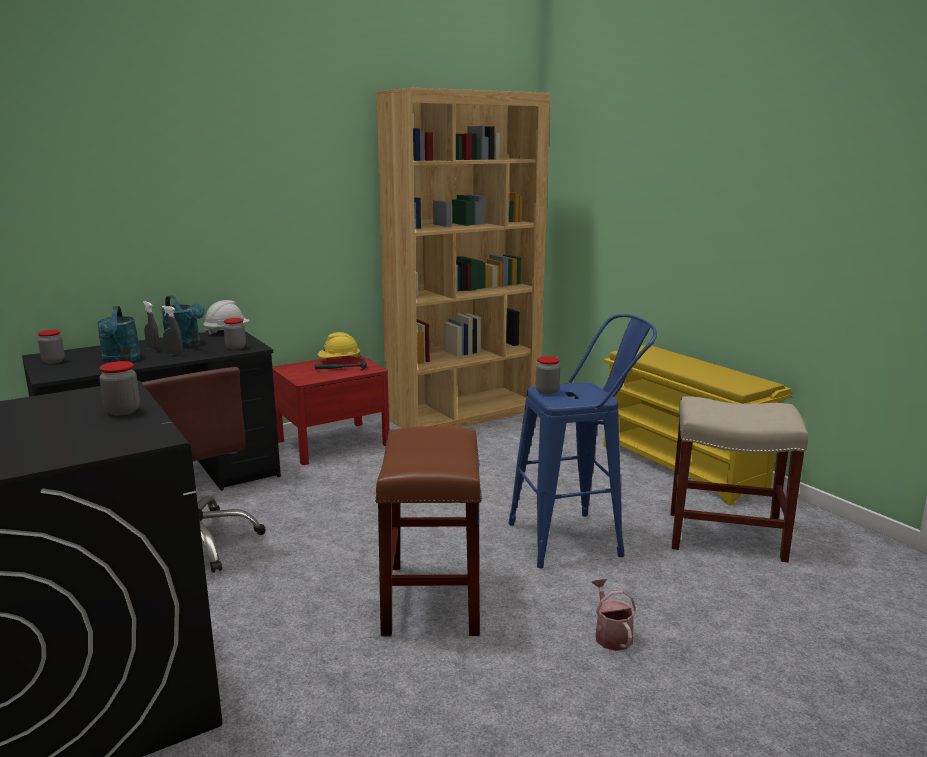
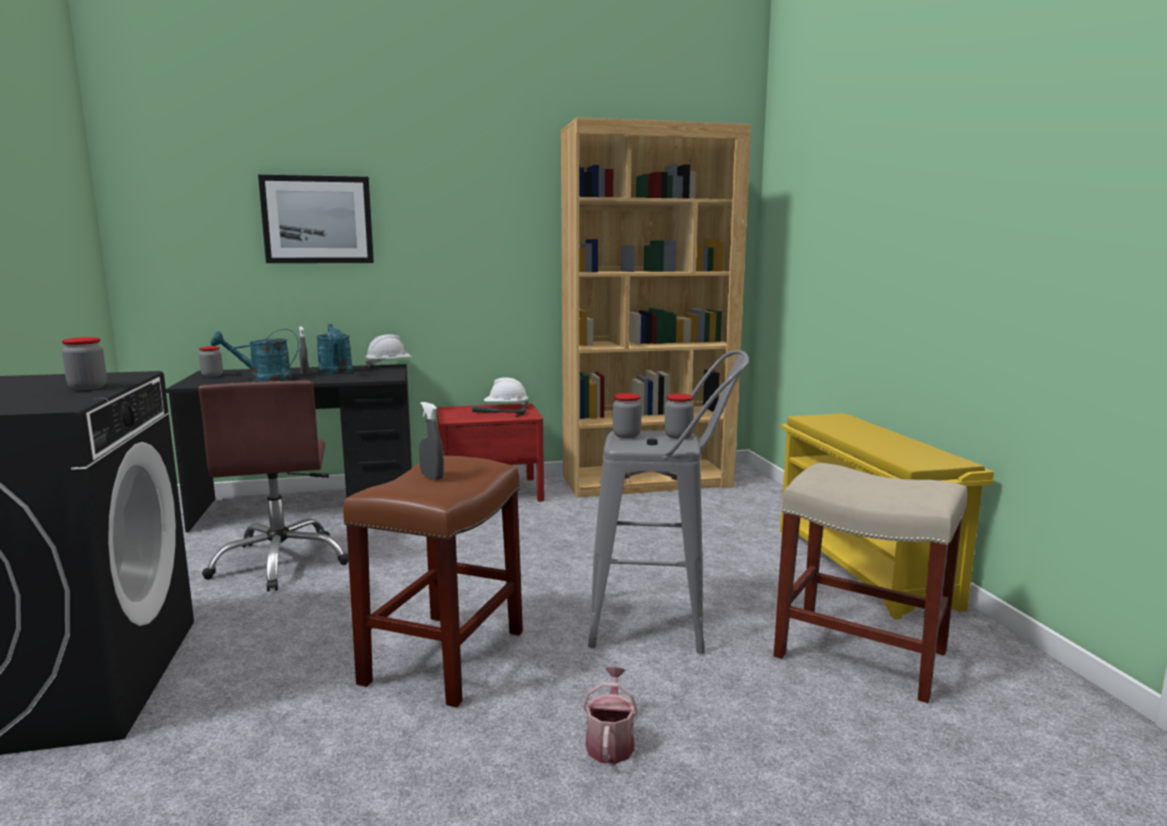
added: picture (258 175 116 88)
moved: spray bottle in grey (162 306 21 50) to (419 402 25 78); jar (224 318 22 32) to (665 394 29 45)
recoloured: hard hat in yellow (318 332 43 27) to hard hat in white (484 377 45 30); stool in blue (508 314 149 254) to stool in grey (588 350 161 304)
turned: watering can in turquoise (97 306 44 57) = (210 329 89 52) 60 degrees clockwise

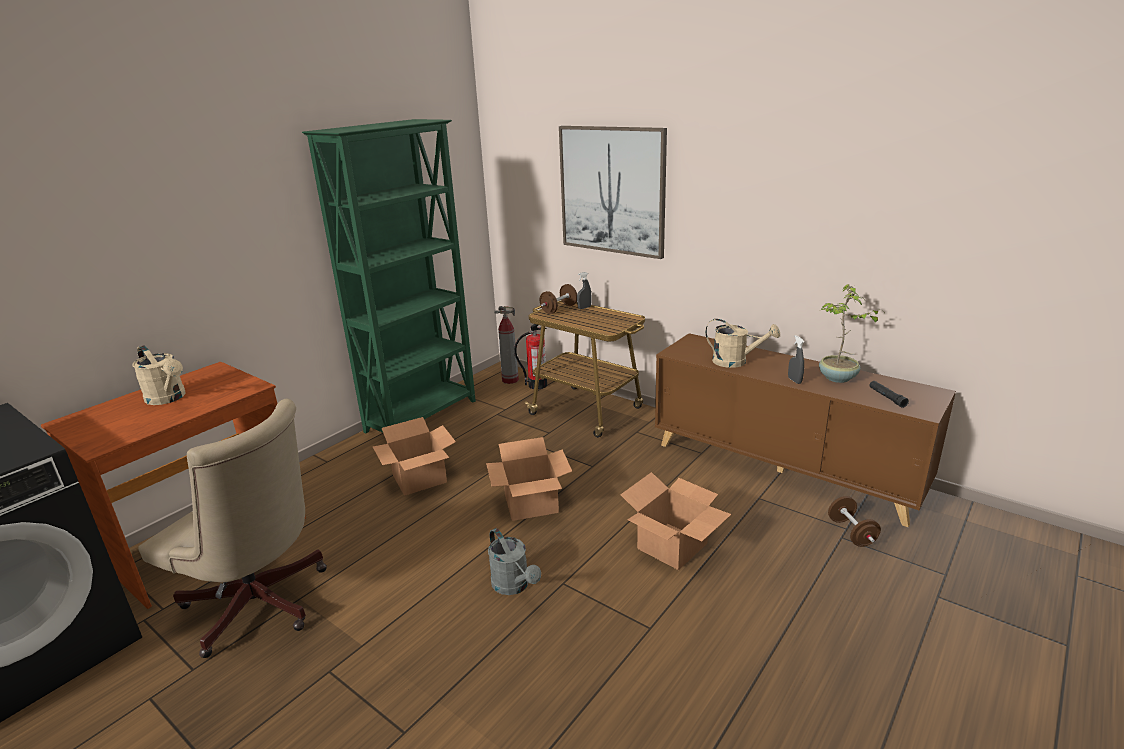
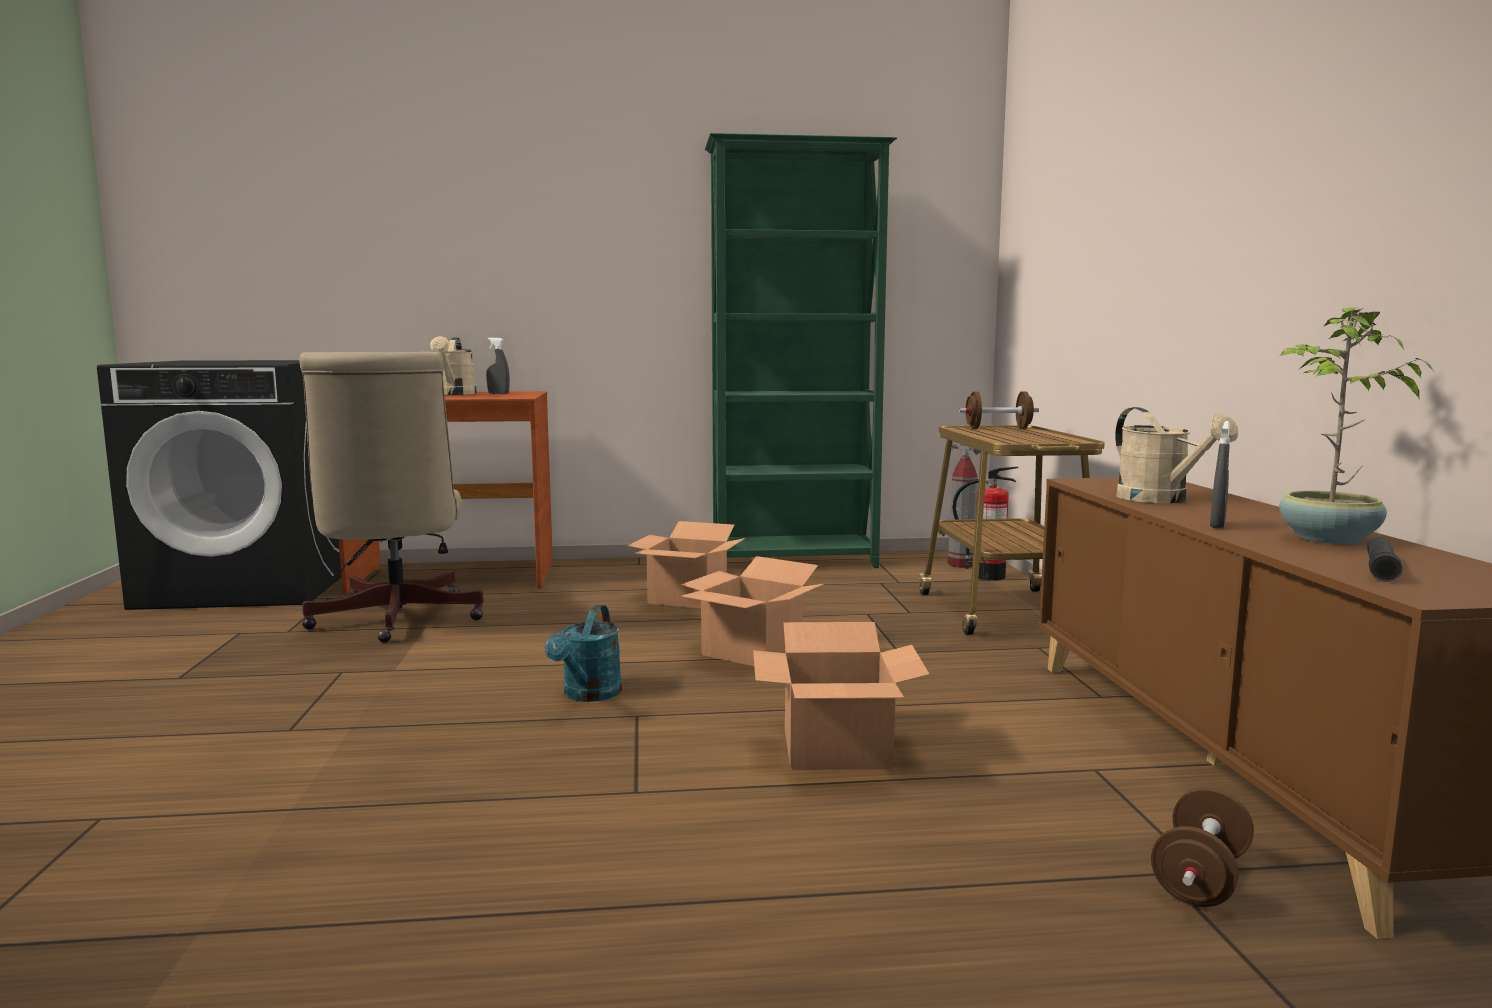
removed: picture (559 126 108 133)
moved: spray bottle in grey (577 272 15 37) to (486 337 24 57)
recoloured: watering can in grey (488 528 53 67) to watering can in turquoise (545 605 77 97)

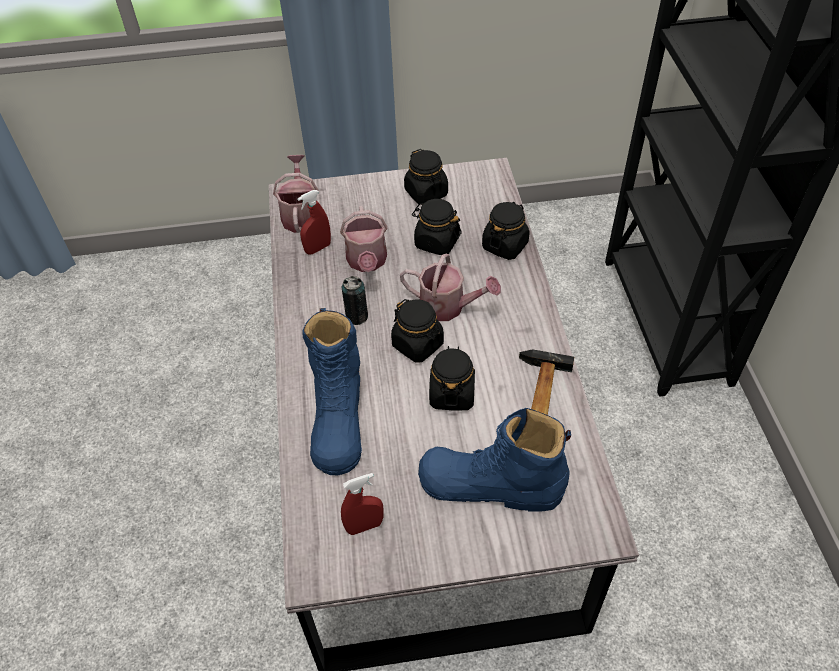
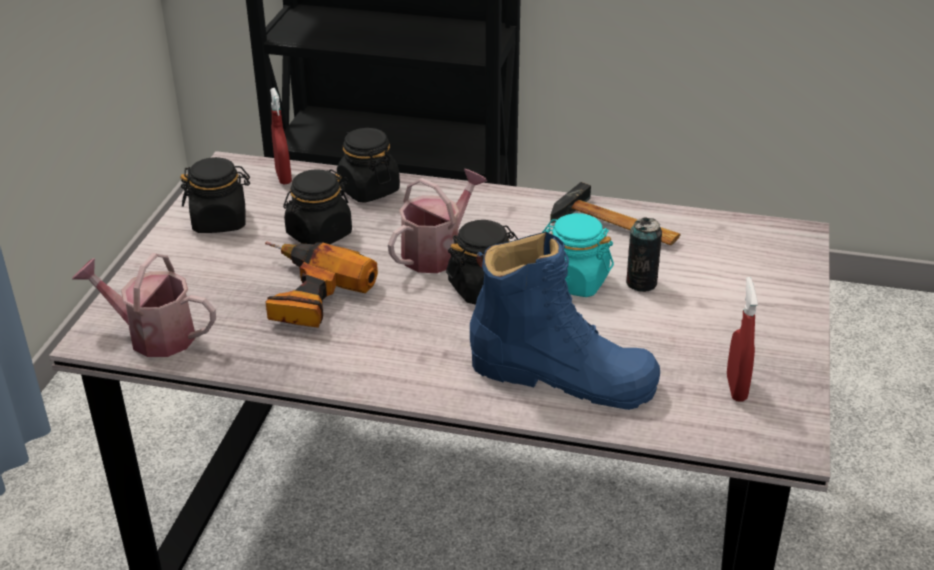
removed: boot in blue (418 408 153 104)
moved: spray bottle in red (297 190 34 65) to (270 88 22 97); can (342 276 26 49) to (626 218 36 74)
replaced: watering can (340 206 47 66) to power drill (265 241 113 87)
recoloured: jar in black (429 346 46 64) to jar in turquoise (542 213 72 84)

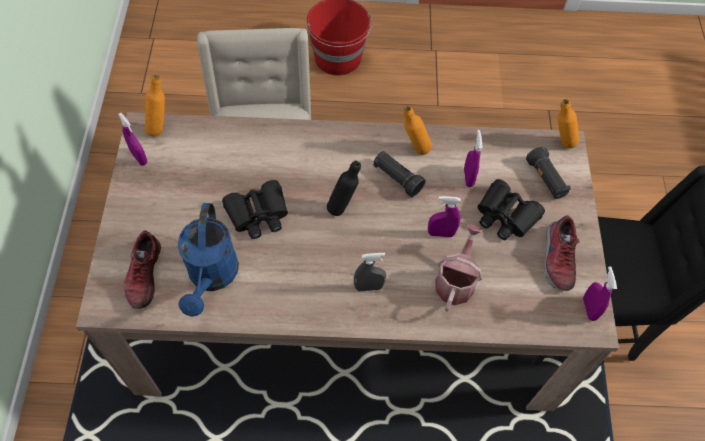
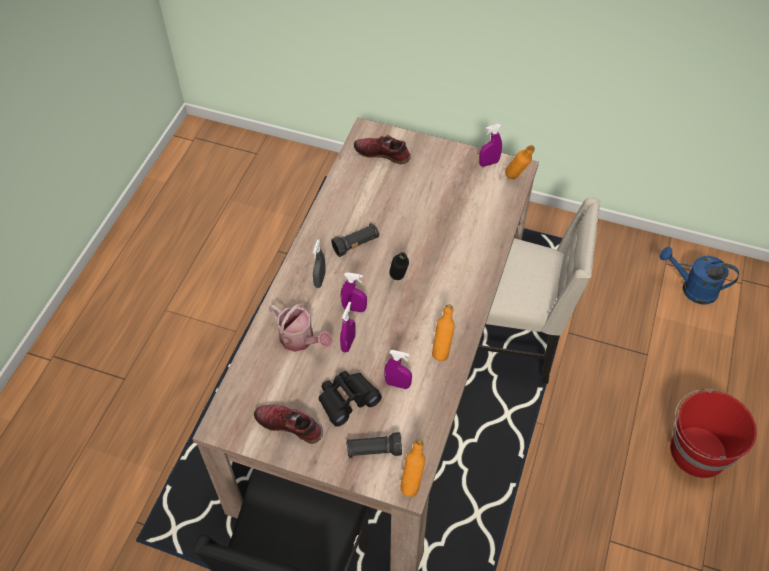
removed: binoculars in black (222 180 66 59)
moved: watering can in blue (178 203 61 114) to (659 247 80 58); flashlight in black (373 151 53 46) to (331 223 49 34); spray bottle in purple (583 266 34 55) to (341 272 26 40)

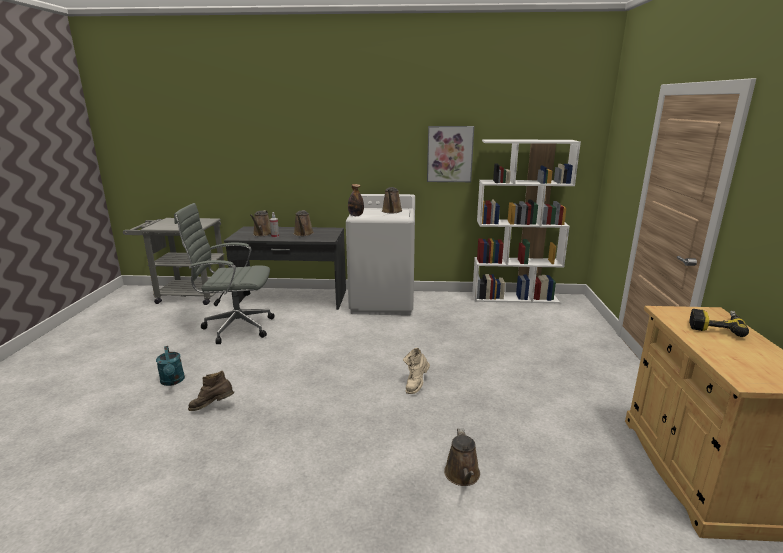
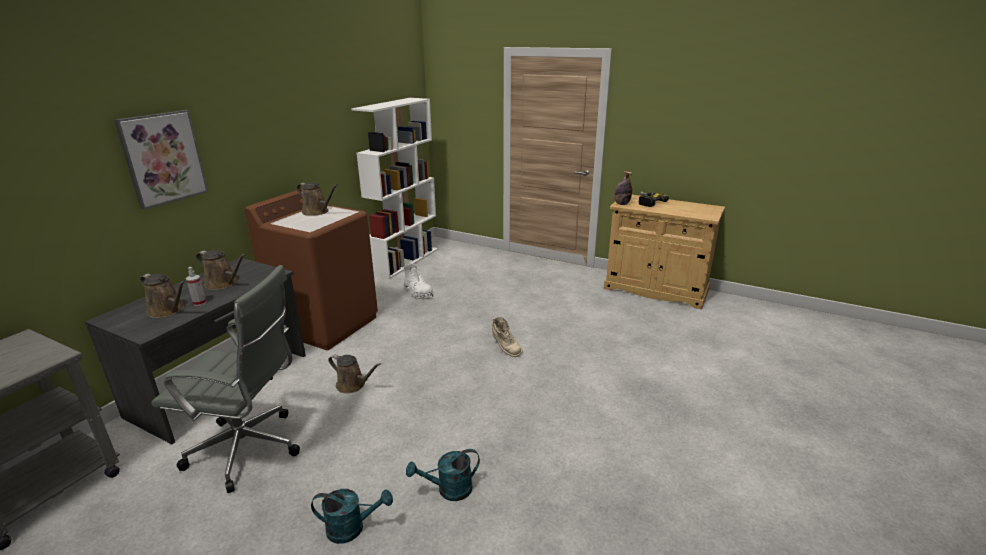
added: boot in white (404 264 29 35)
moved: bottle (348 184 16 32) to (614 171 18 34); picture (427 126 47 56) to (114 110 94 100); watering can in brown (444 428 36 58) to (329 354 52 40)
replaced: boot in brown (188 371 46 40) to watering can in turquoise (406 449 74 52)
recoloured: washing machine in white (346 194 69 122) to washing machine in brown (245 188 133 162)
turned: office chair in grey (174 203 101 141) = (152 265 148 228) 105 degrees counterclockwise

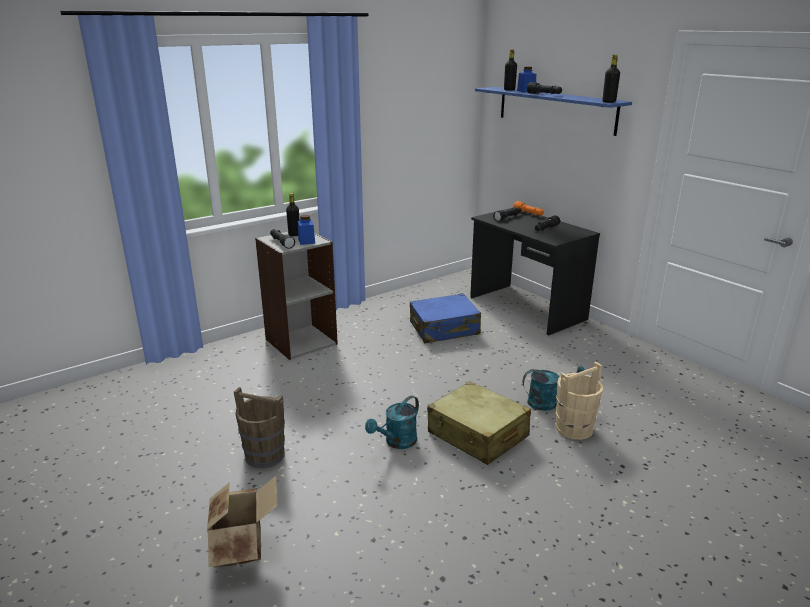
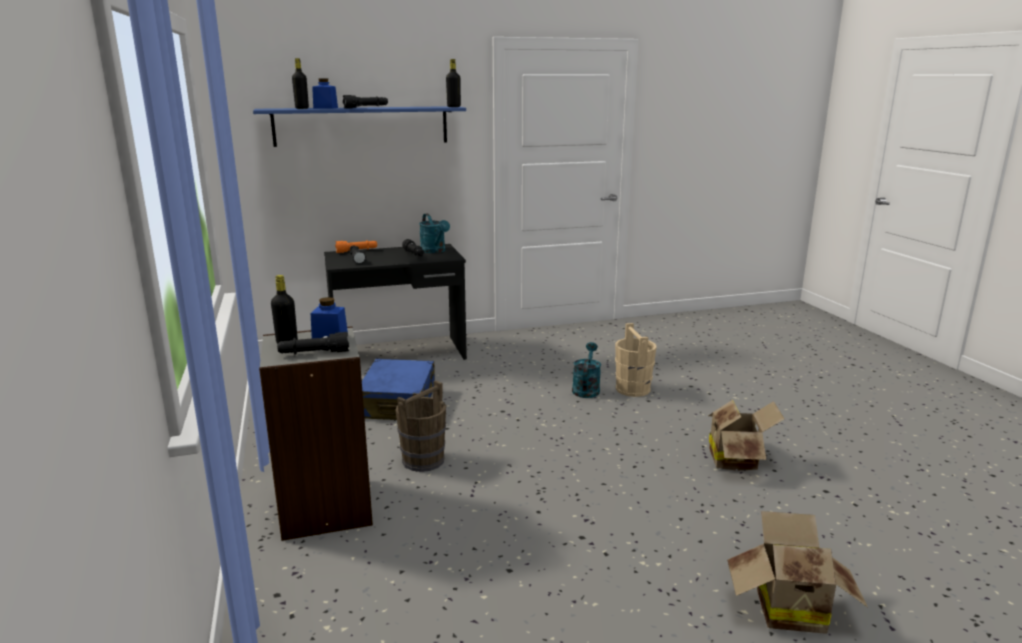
removed: suitcase in beige (427 381 104 84)
added: cardboard box (708 400 76 71)
moved: bucket in brown (234 387 51 81) to (395 380 51 92); watering can in turquoise (365 396 54 53) to (419 213 31 40)

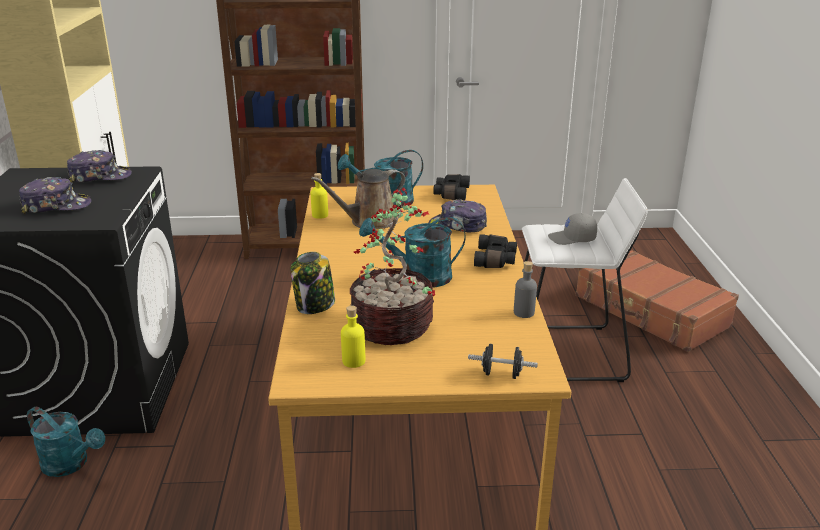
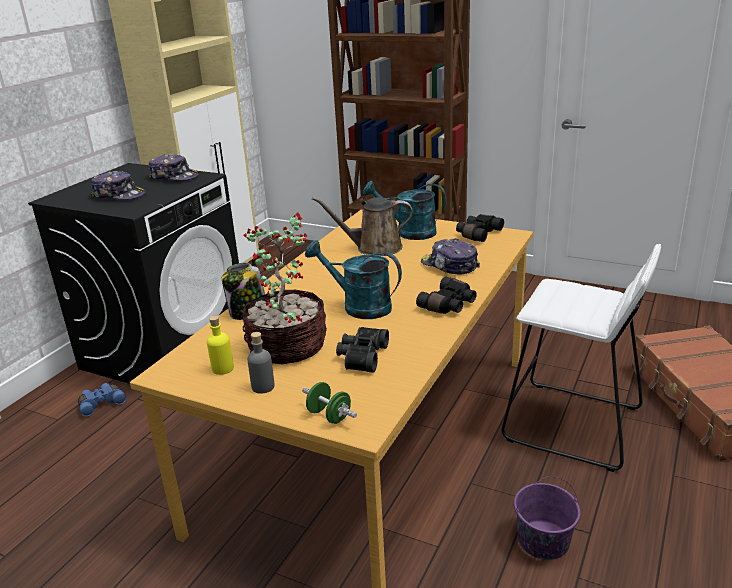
removed: bottle in yellow (310 173 18 46); cap in grey (548 213 49 32)
added: binoculars in black (336 327 53 46); bucket in purple (514 476 66 84)
moved: bottle in grey (514 261 23 57) to (247 332 28 62)
replaced: watering can in turquoise (27 407 78 70) to binoculars in blue (78 383 48 33)
recoloured: dumbbell in black (468 344 70 35) to dumbbell in green (302 382 55 42)

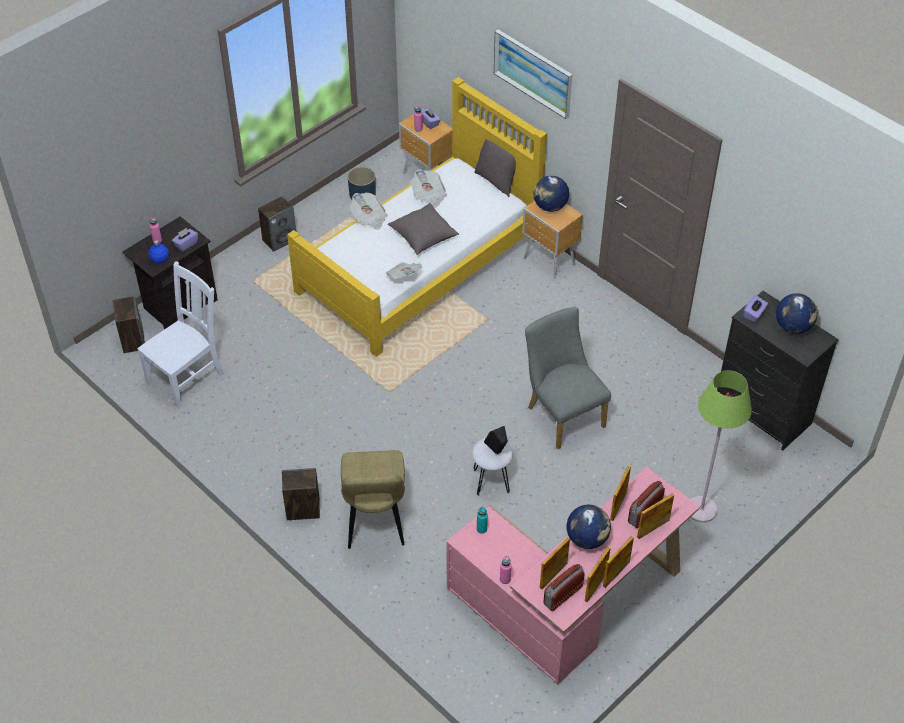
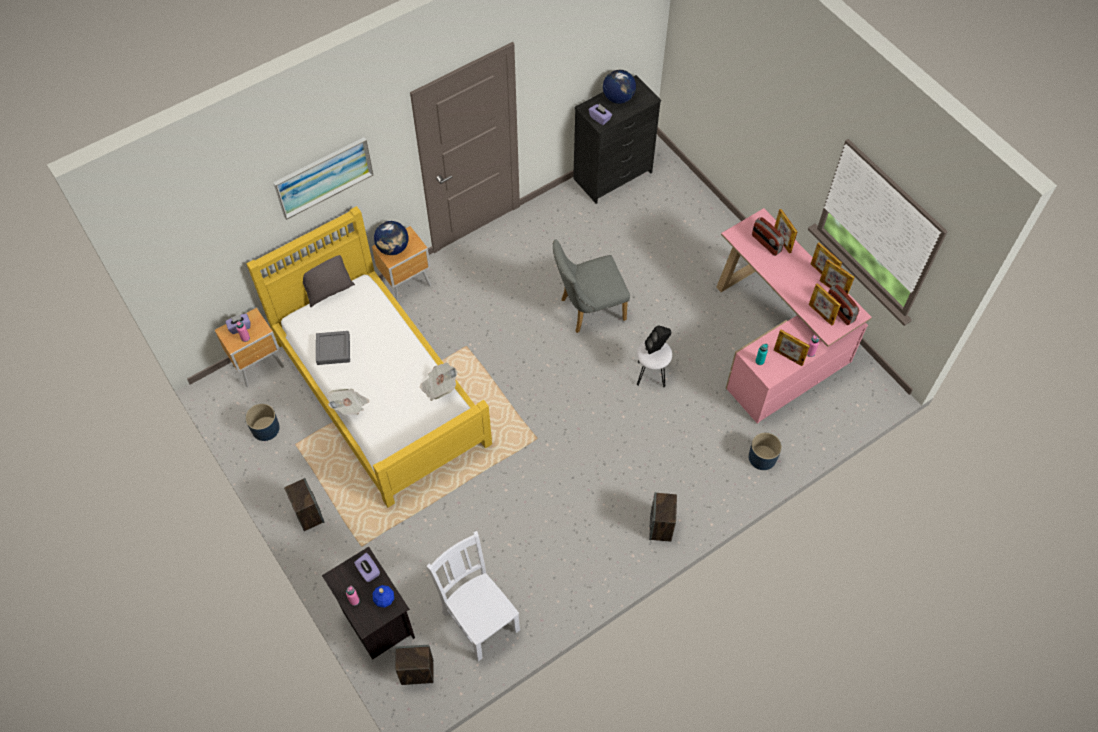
removed: chair in beige (341 450 64 99); pillow in grey (388 203 71 52); globe (567 505 44 44); floor lamp in green (690 370 62 153)
added: planter in blue (748 433 34 37)
moved: picture frame (610 466 21 55) to (774 330 36 36)
replaced: newspaper (410 169 37 39) to tray in grey (316 331 34 34)

